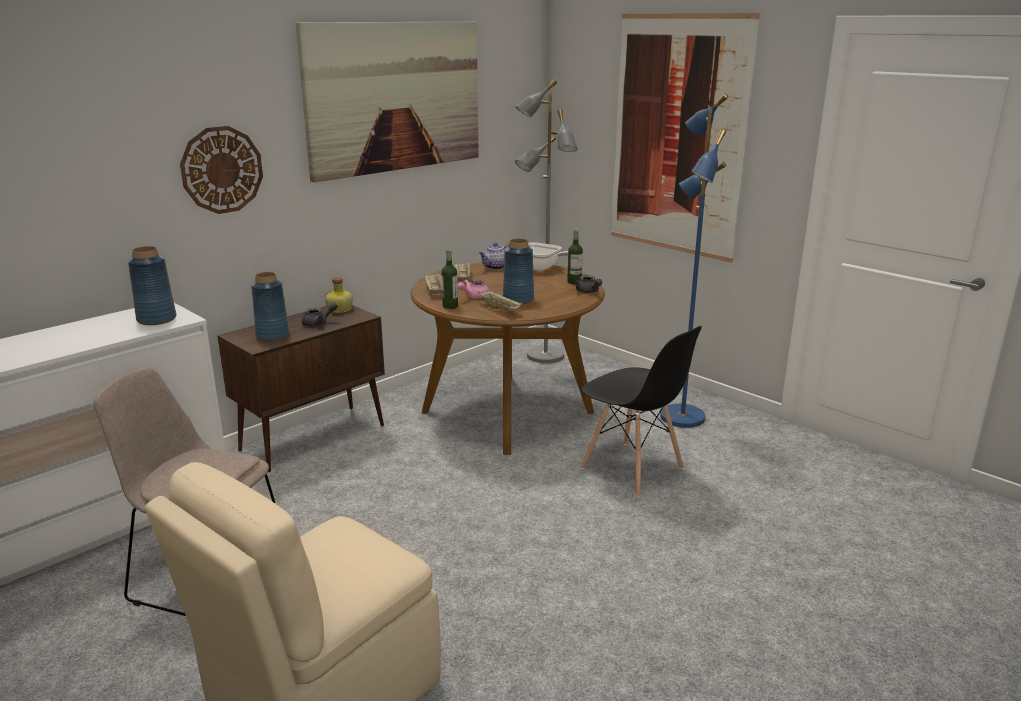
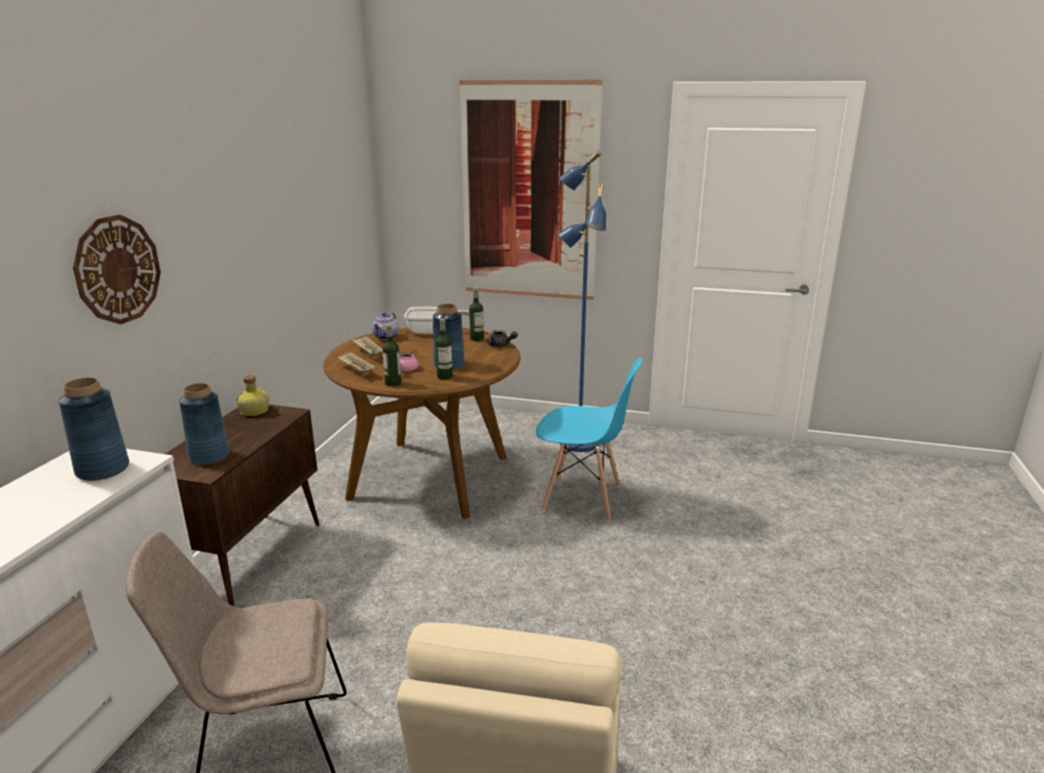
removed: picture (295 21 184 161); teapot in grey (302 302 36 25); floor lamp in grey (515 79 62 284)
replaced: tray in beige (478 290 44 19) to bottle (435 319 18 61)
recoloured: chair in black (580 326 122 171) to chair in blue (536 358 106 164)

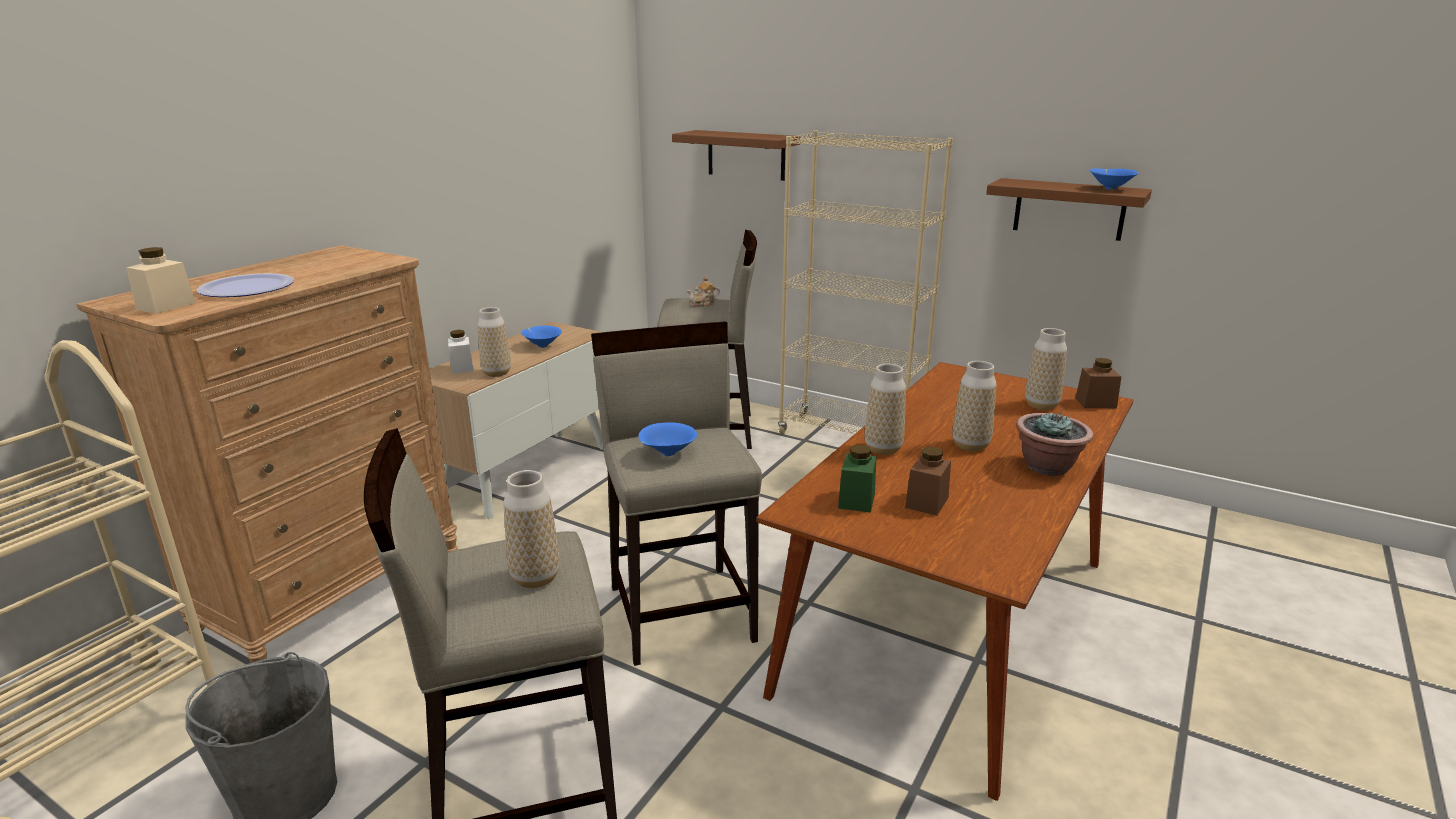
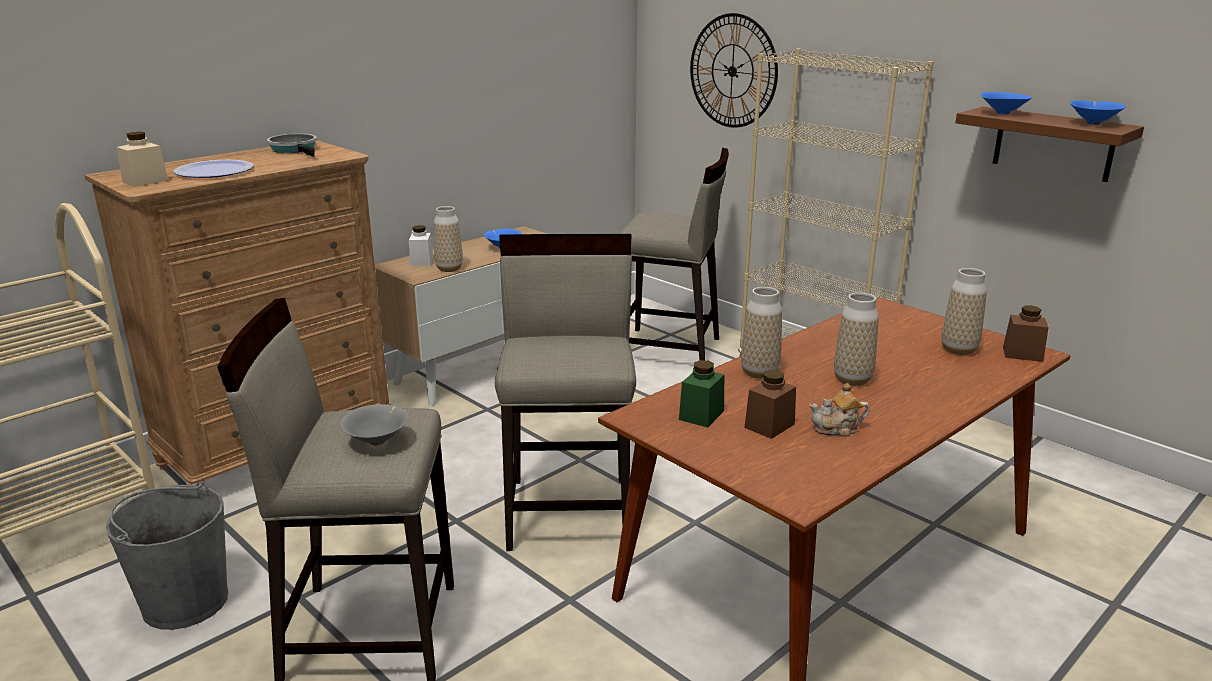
removed: potted plant (1016 412 77 64)
added: frying pan (267 134 50 23)
moved: bowl in blue (639 422 58 34) to (980 92 52 23); teapot (686 276 34 31) to (809 383 61 54)
replaced: vase (504 470 56 118) to bowl in grey (341 404 68 42); shelf in brown (672 130 128 51) to wall clock (690 13 88 115)

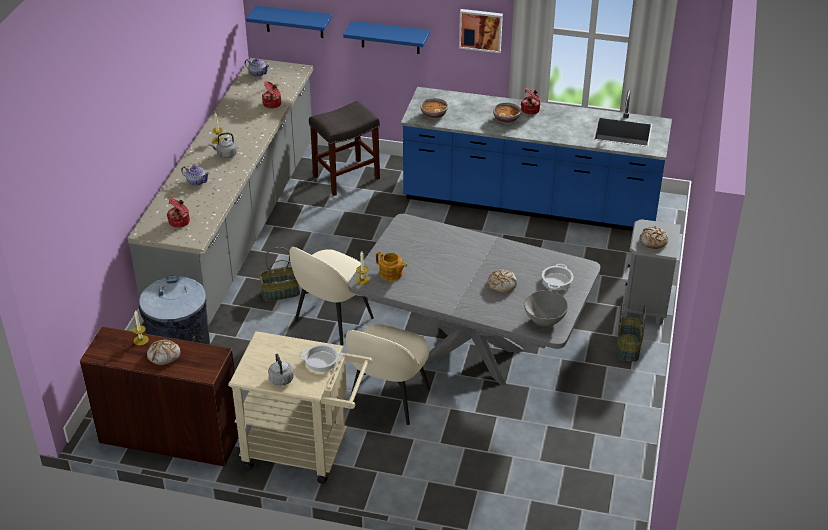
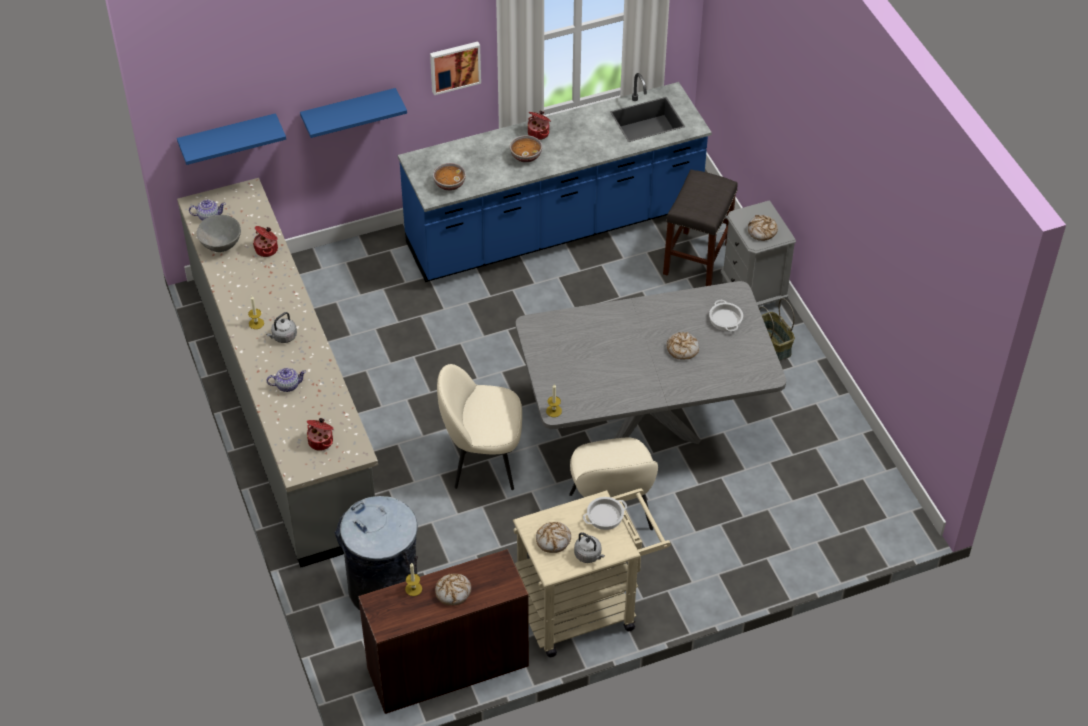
removed: basket (259 247 41 54); teapot (376 251 31 30)
added: bread (536 522 35 31)
moved: stool in grey (309 101 71 95) to (663 169 75 117); bowl in grey (524 290 44 37) to (196 215 45 37)
turned: chair in beige (289 247 85 98) = (437 364 85 126) 90 degrees clockwise

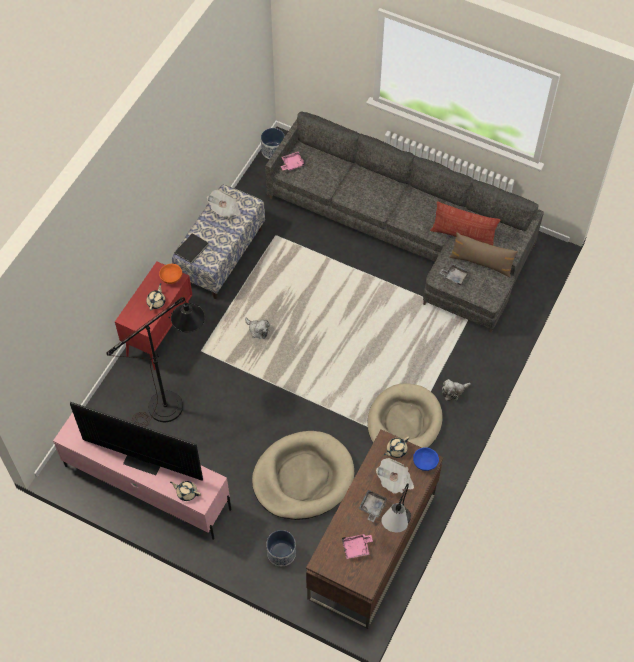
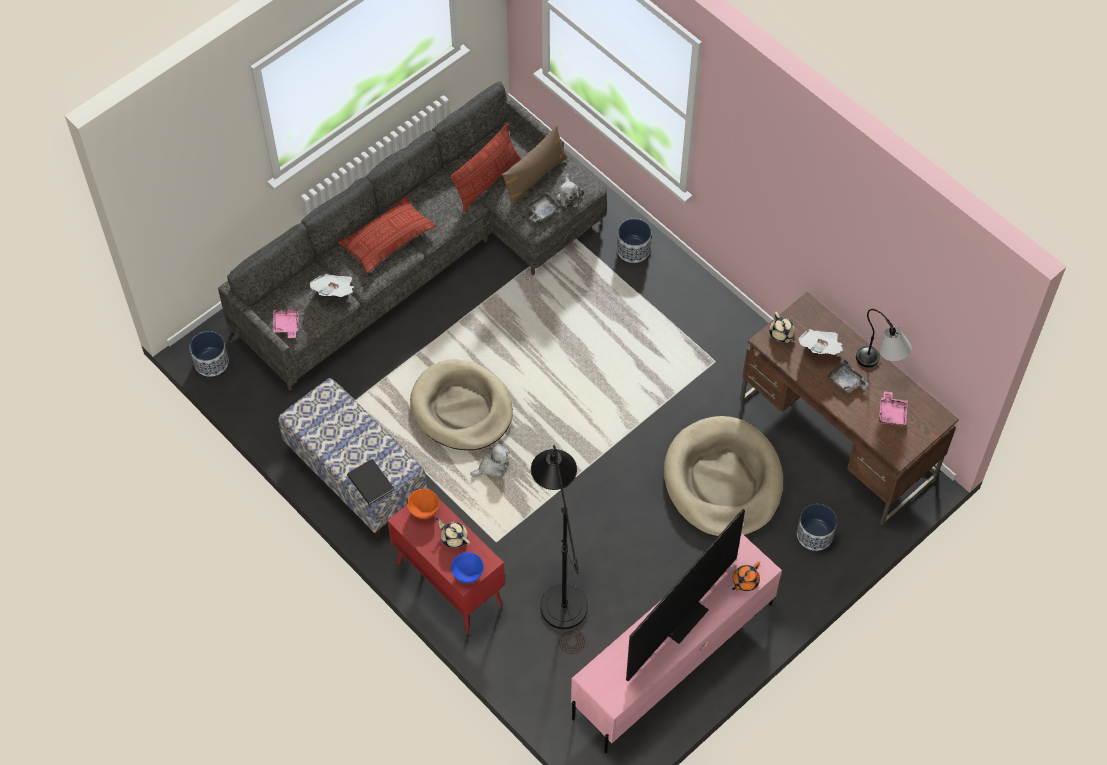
added: pillow (338 196 98 77); planter (617 219 34 44)
moved: newspaper (207 190 34 27) to (310 274 44 23); dog bed in beige (367 383 76 65) to (410 359 103 91); bowl in blue (413 447 26 24) to (451 552 33 31); plush toy (442 379 29 22) to (556 173 28 35)
recoloured: teapot in beige (170 481 31 20) to teapot in orange (732 561 28 30)

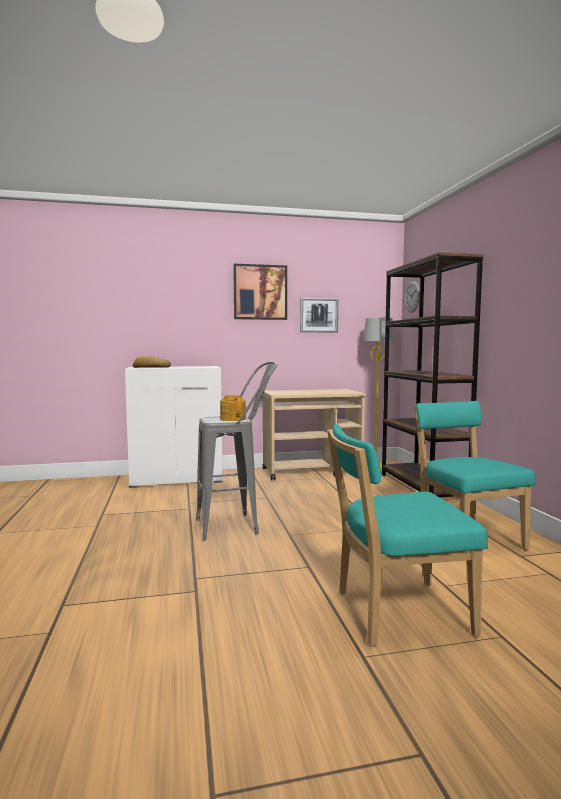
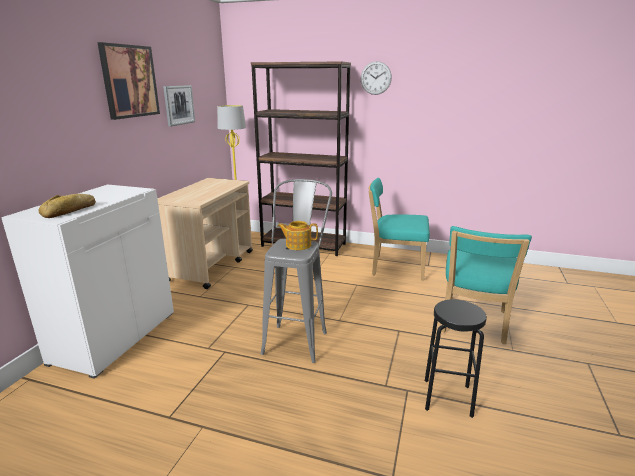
added: stool in black (425 299 62 119)
moved: wall clock (405 281 15 32) to (361 61 31 34)

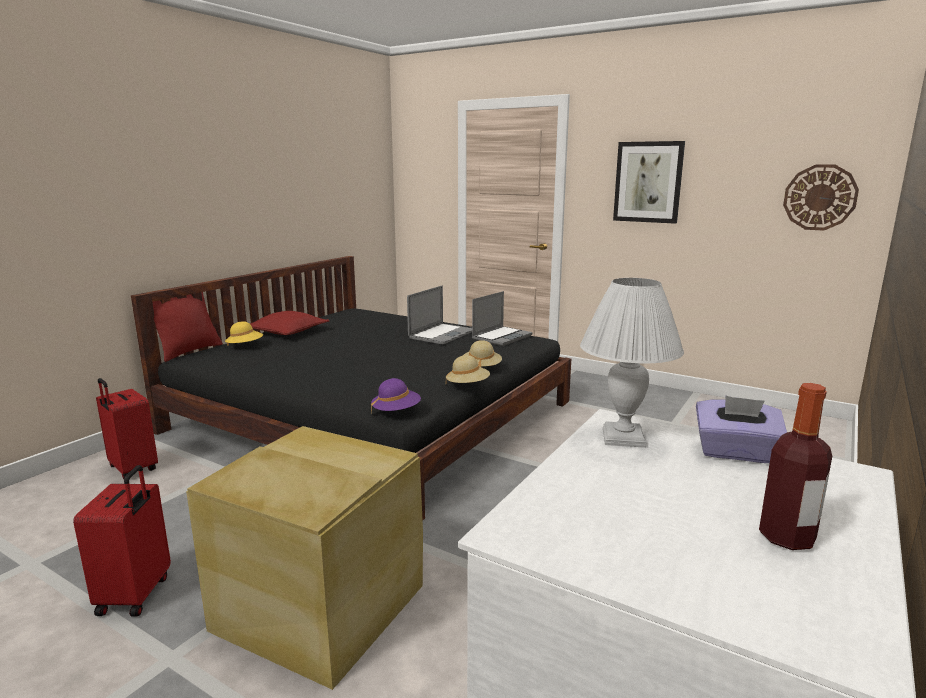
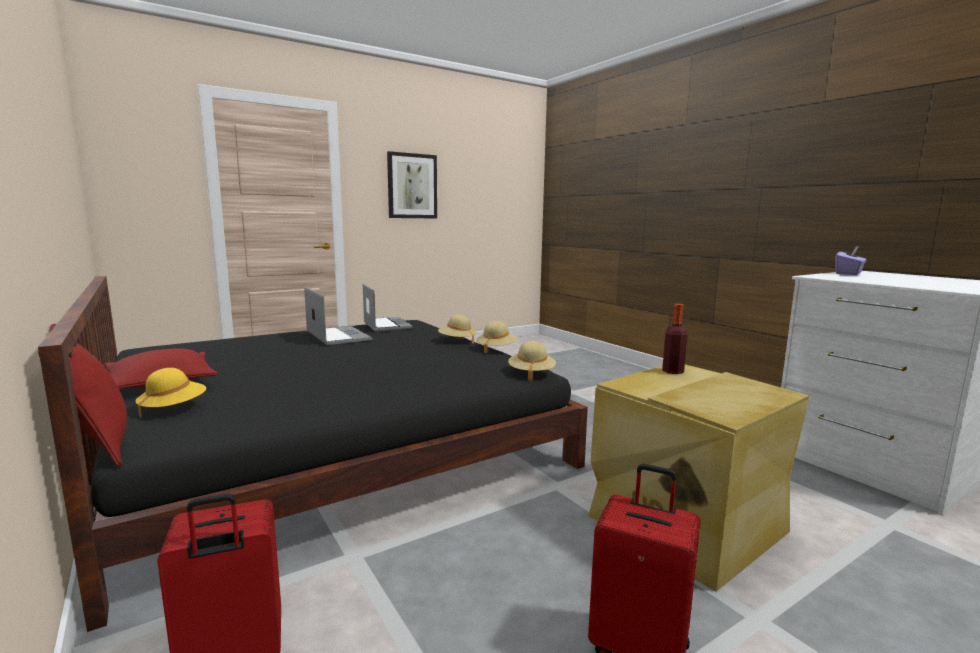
removed: table lamp in white (580 278 104 170); wall clock (783 165 76 66)
moved: bottle (759 383 73 167) to (662 304 26 70)
recoloured: hat in purple (371 378 50 35) to hat in beige (508 341 48 40)

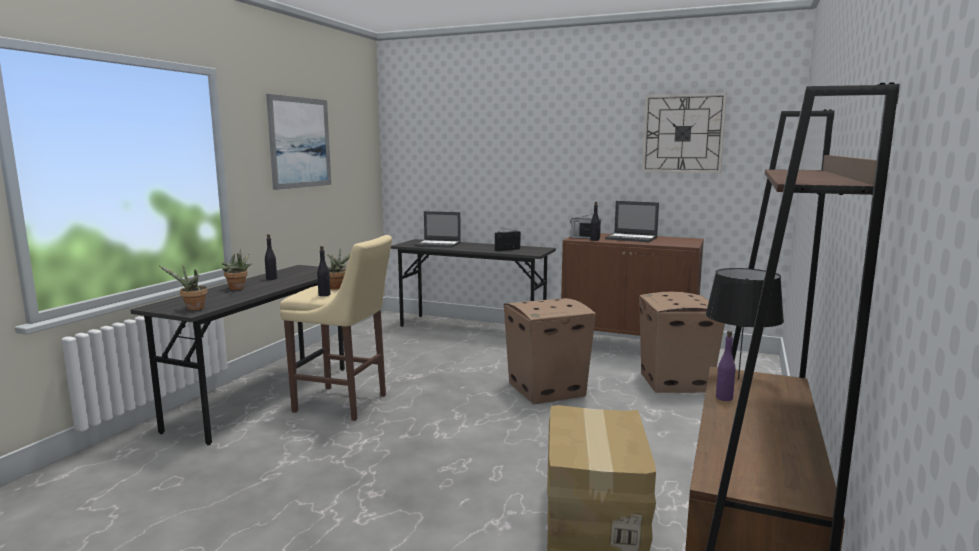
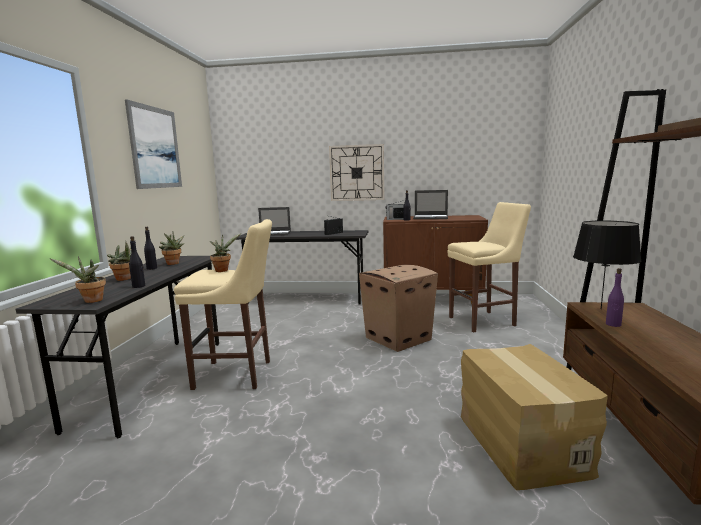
added: potted plant (159 232 25 33)
moved: bottle in black (317 246 13 50) to (129 236 16 52); wall clock (642 93 85 80) to (329 144 55 57)
replaced: cardboard box (639 292 86 101) to stool in beige (448 202 83 130)

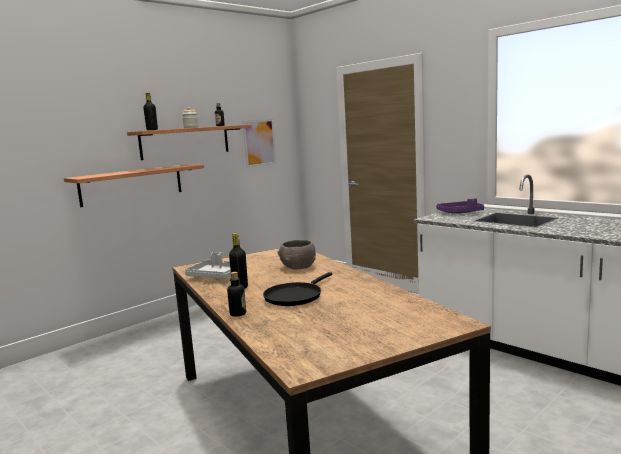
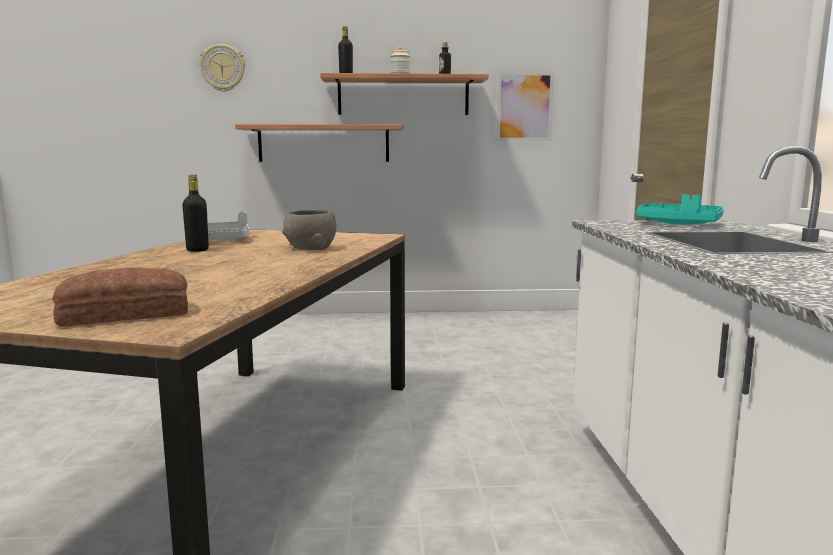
removed: bottle (227 272 19 45); frying pan in black (263 272 69 34)
added: bread (52 268 136 59); wall clock (199 44 46 48)
recoloured: tray in purple (436 198 48 16) to tray in turquoise (637 195 87 30)

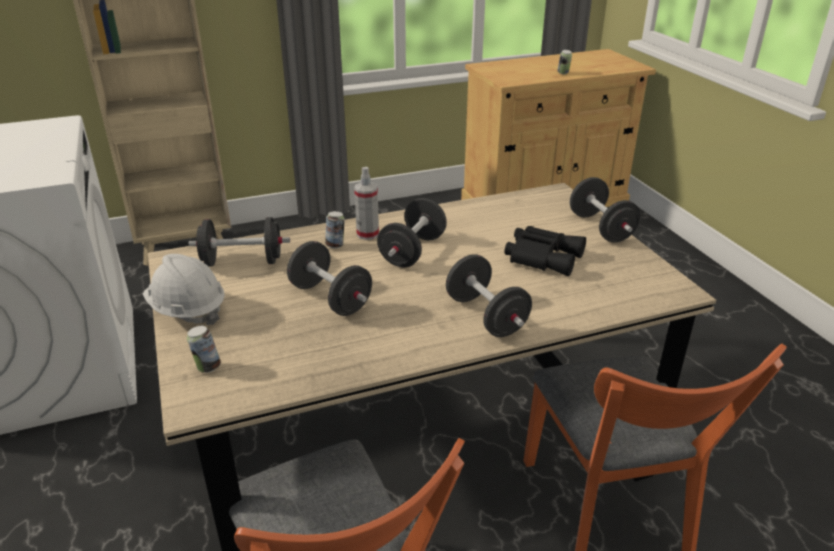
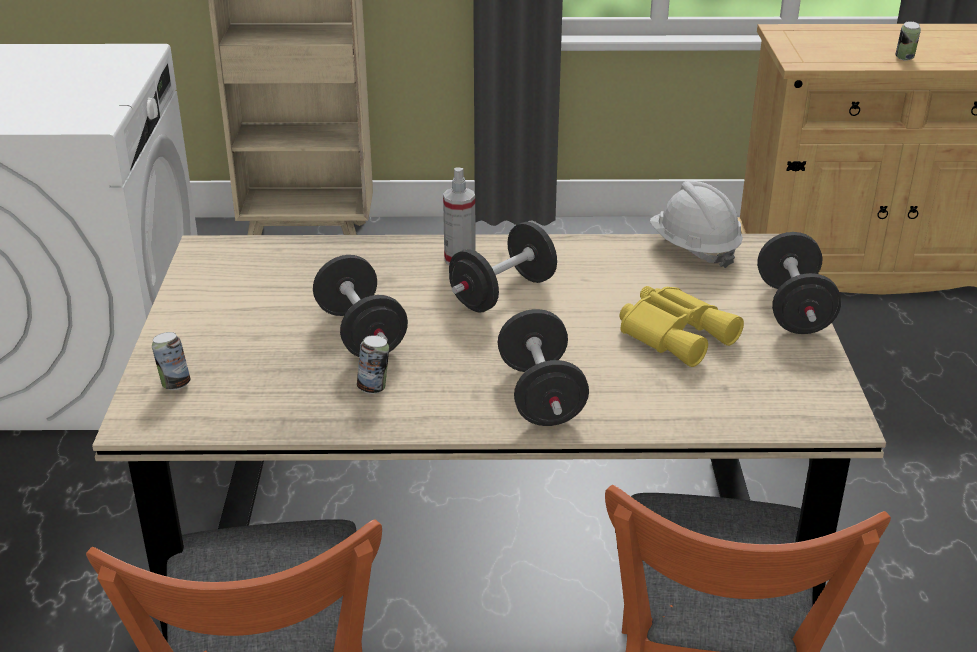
removed: dumbbell in black (189 217 101 50)
moved: hard hat in white (143 254 82 71) to (650 181 93 87); can (325 211 20 37) to (357 335 32 59)
recoloured: binoculars in black (504 226 82 50) to binoculars in yellow (619 286 125 81)

